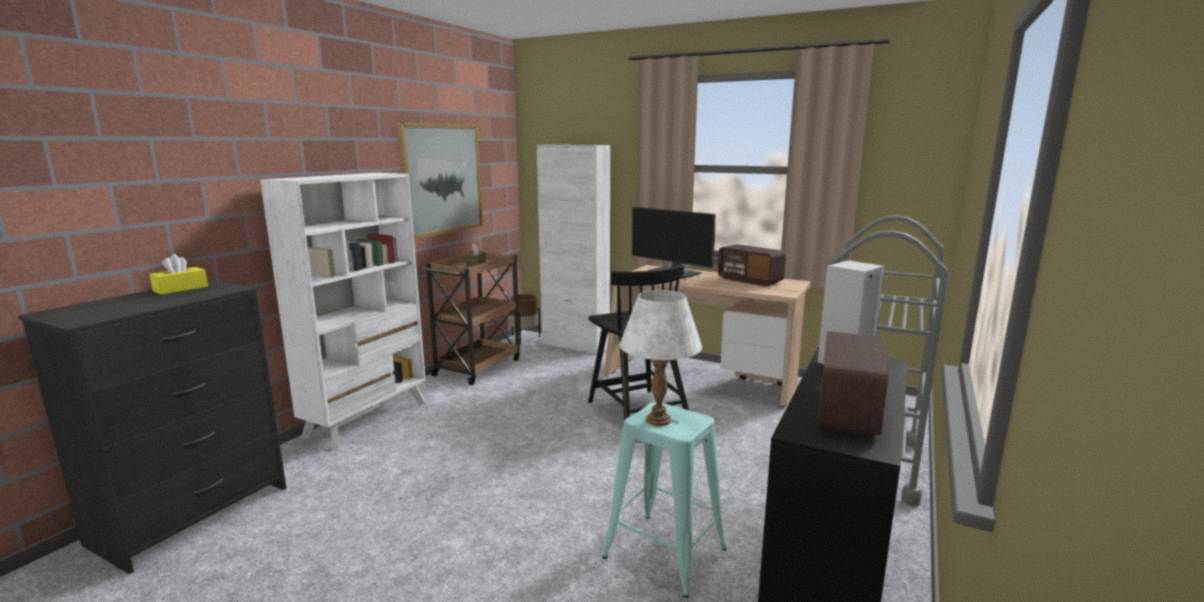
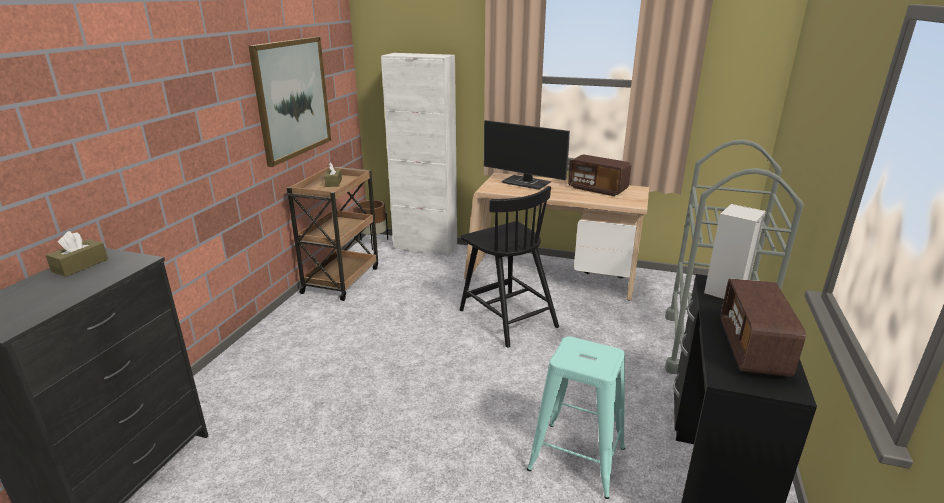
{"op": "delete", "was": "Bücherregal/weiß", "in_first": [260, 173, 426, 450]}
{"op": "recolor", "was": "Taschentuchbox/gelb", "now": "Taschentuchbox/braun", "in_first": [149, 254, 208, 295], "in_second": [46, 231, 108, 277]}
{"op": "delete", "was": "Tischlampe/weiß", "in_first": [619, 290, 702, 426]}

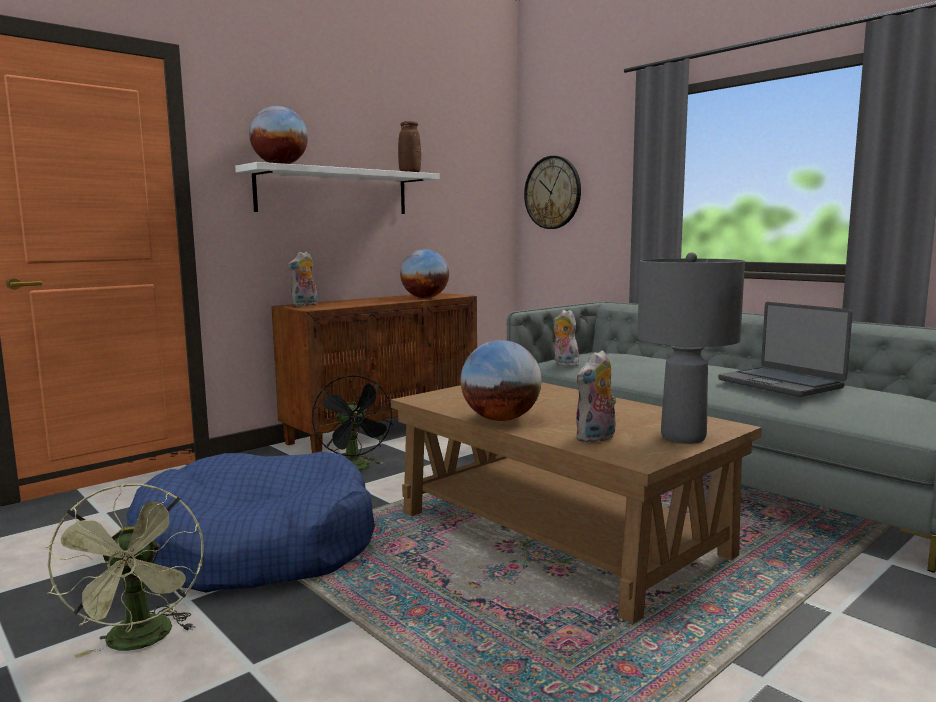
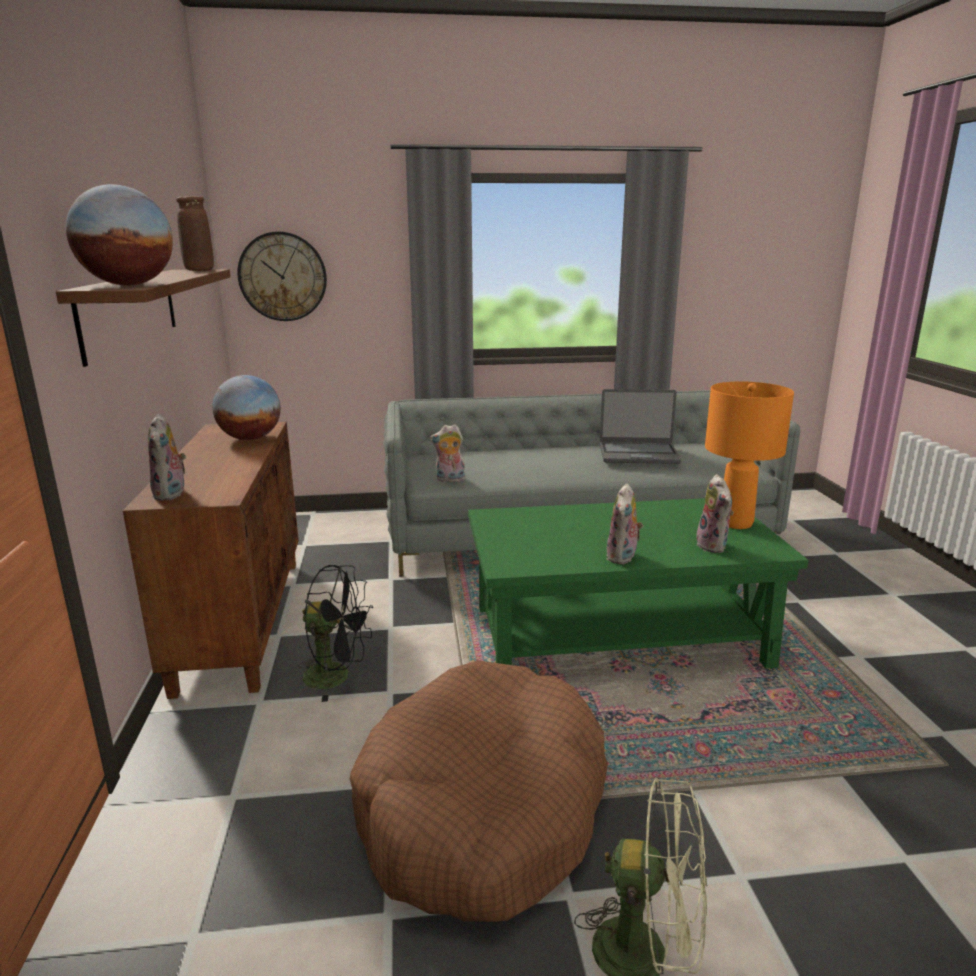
{"op": "recolor", "was": "Wandregal/weiß", "now": "Wandregal/braun", "in_first": [235, 162, 439, 214], "in_second": [56, 269, 231, 367]}
{"op": "recolor", "was": "Tischlampe/grau", "now": "Tischlampe/orange", "in_first": [637, 252, 745, 444], "in_second": [705, 381, 794, 529]}
{"op": "replace", "was": "Globus", "now": "Plüschtier", "in_first": [461, 340, 542, 421], "in_second": [606, 483, 643, 564]}
{"op": "recolor", "was": "Couchtisch/braun", "now": "Couchtisch/grün", "in_first": [391, 382, 762, 624], "in_second": [468, 498, 809, 669]}
{"op": "recolor", "was": "Hundebett/blau", "now": "Hundebett/braun", "in_first": [127, 451, 375, 593], "in_second": [350, 660, 608, 922]}

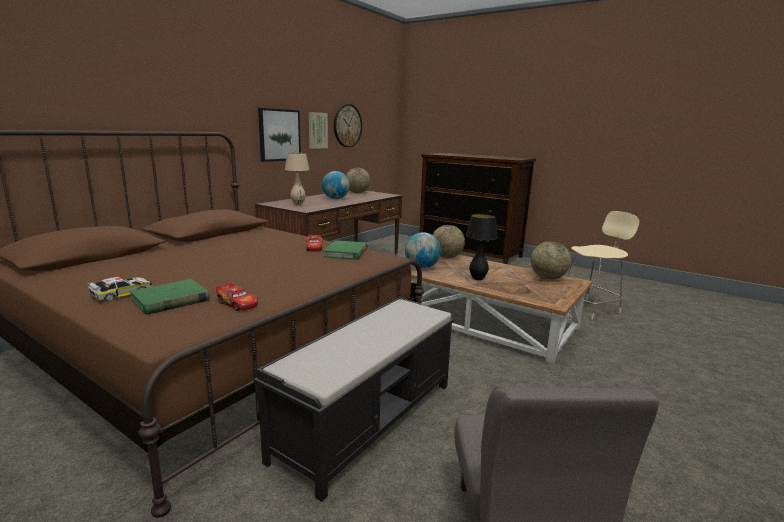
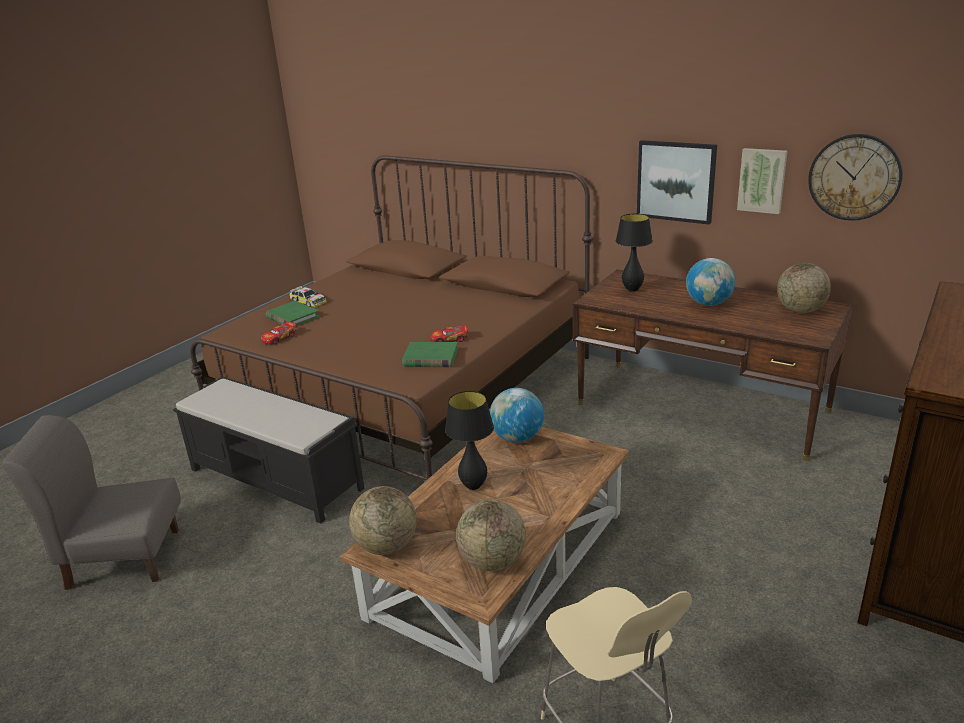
{"op": "recolor", "was": "Tischlampe/beige", "now": "Tischlampe/schwarz", "in_first": [285, 153, 309, 205], "in_second": [616, 214, 653, 292]}
{"op": "move", "was": "Globus", "in_first": [433, 225, 465, 258], "in_second": [349, 486, 417, 555]}

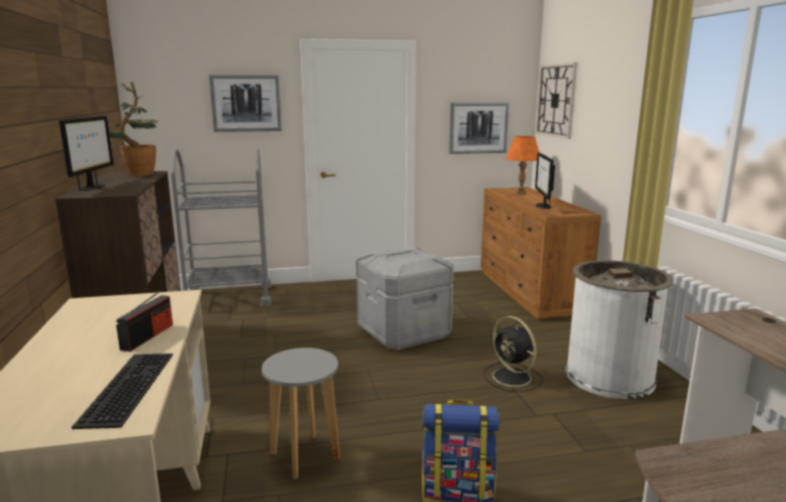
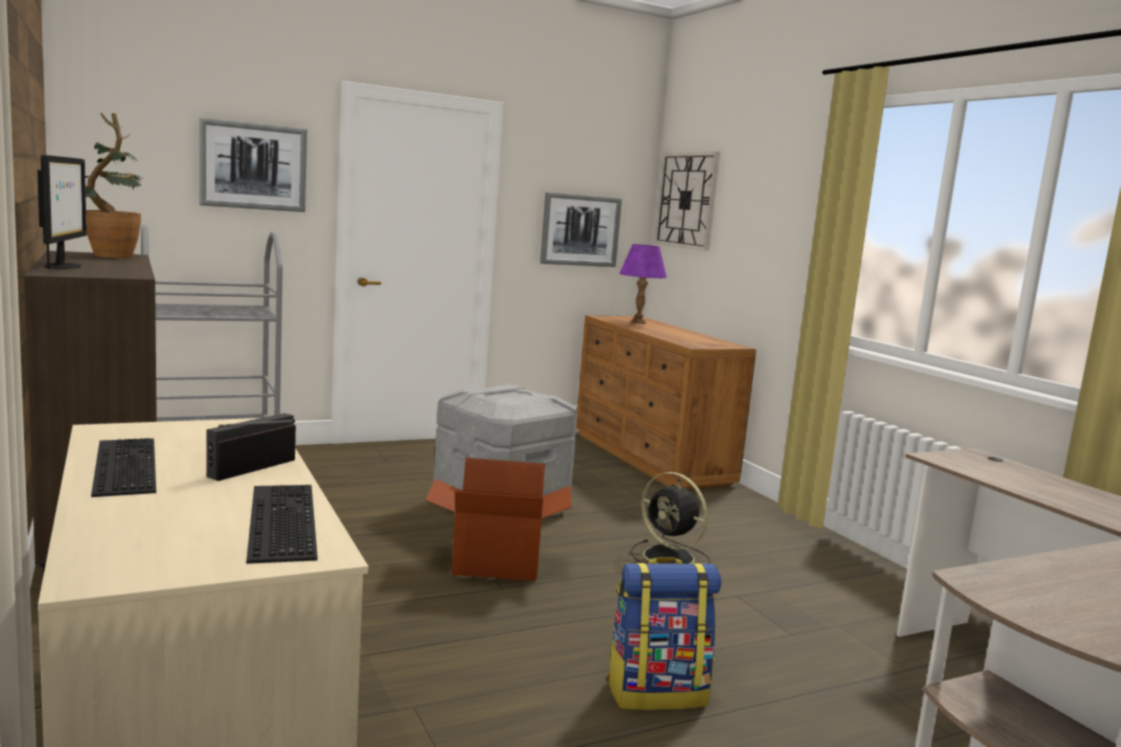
{"op": "recolor", "was": "Tischlampe/orange", "now": "Tischlampe/lila", "in_first": [506, 136, 539, 194], "in_second": [619, 244, 667, 324]}
{"op": "delete", "was": "Monitor", "in_first": [535, 152, 555, 209]}
{"op": "delete", "was": "Mülleimer/weiß", "in_first": [566, 260, 673, 399]}
{"op": "rotate", "was": "Radio", "in_first": [116, 291, 173, 352], "in_second": [206, 413, 296, 481], "clockwise": -150}
{"op": "delete", "was": "Hocker/grau", "in_first": [262, 348, 340, 480]}
{"op": "insert", "now": "Tastatur", "in_second": [91, 438, 156, 497]}
{"op": "insert", "now": "Karton", "in_second": [426, 458, 571, 581]}

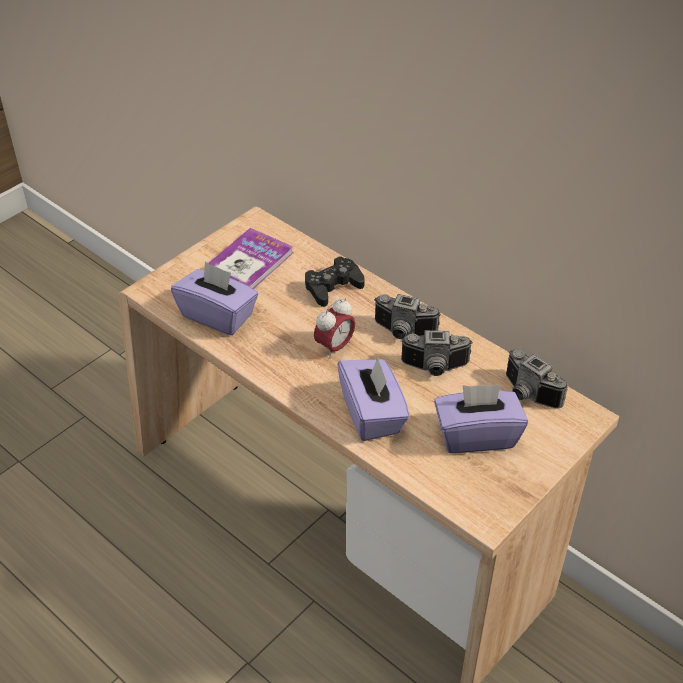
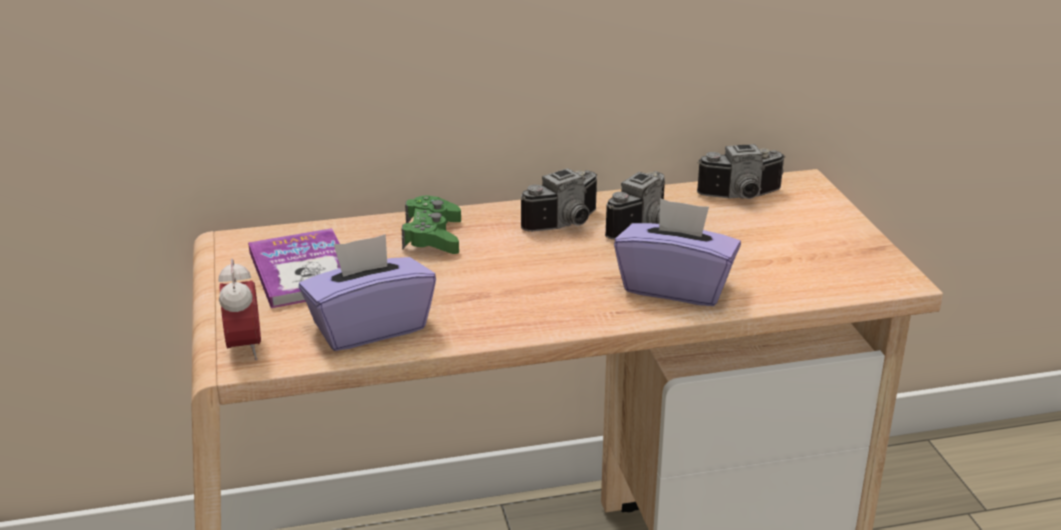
{"op": "recolor", "was": "Gamepad/schwarz", "now": "Gamepad/grün", "in_first": [305, 257, 365, 307], "in_second": [402, 196, 461, 254]}
{"op": "move", "was": "Wecker", "in_first": [314, 299, 355, 359], "in_second": [218, 259, 261, 360]}
{"op": "delete", "was": "Taschentuchbox/lila", "in_first": [434, 384, 528, 453]}

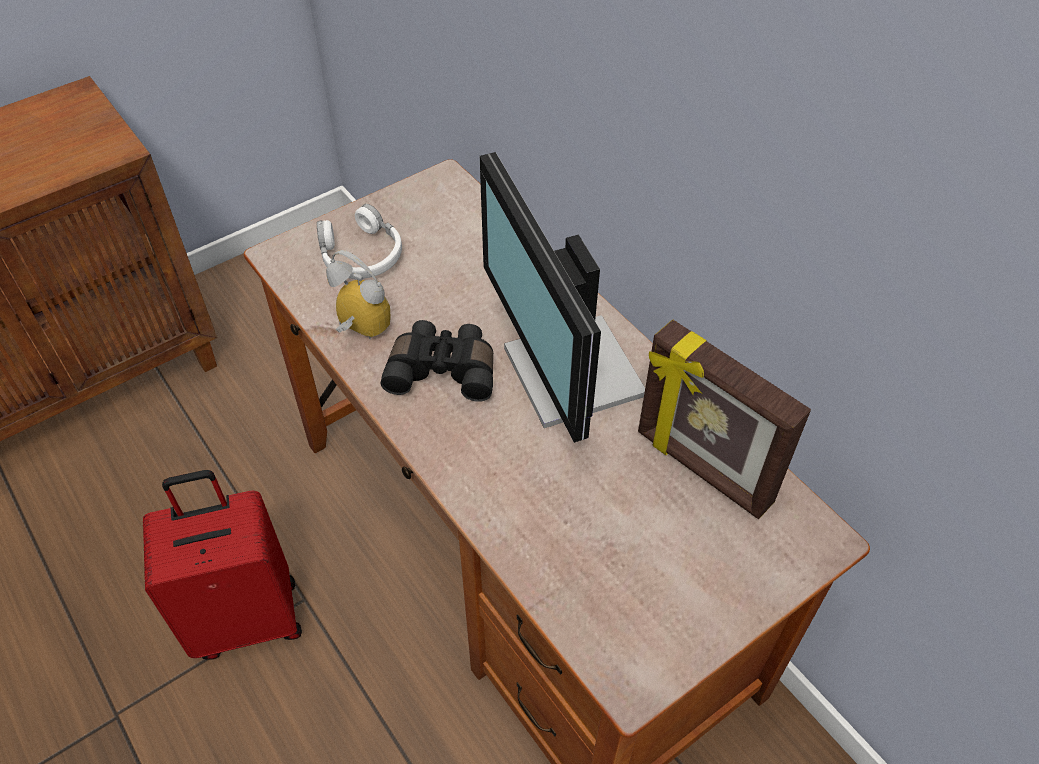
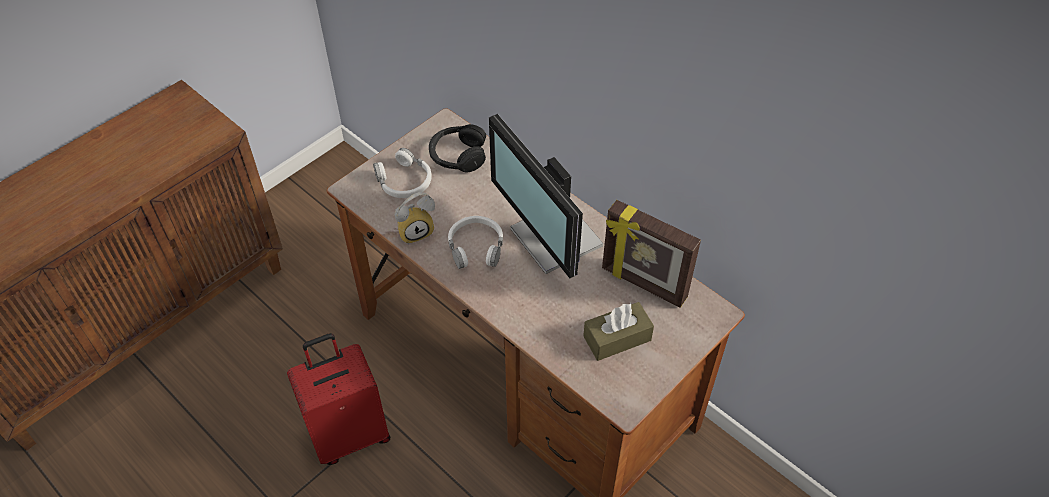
{"op": "rotate", "was": "Wecker", "in_first": [326, 250, 390, 340], "in_second": [395, 192, 435, 244], "clockwise": 135}
{"op": "replace", "was": "Fernglas/schwarz", "now": "Kopfhörer/weiß", "in_first": [381, 320, 493, 402], "in_second": [448, 216, 503, 269]}
{"op": "insert", "now": "Kopfhörer/schwarz", "in_second": [429, 124, 486, 172]}
{"op": "insert", "now": "Taschentuchbox/braun", "in_second": [583, 302, 654, 361]}

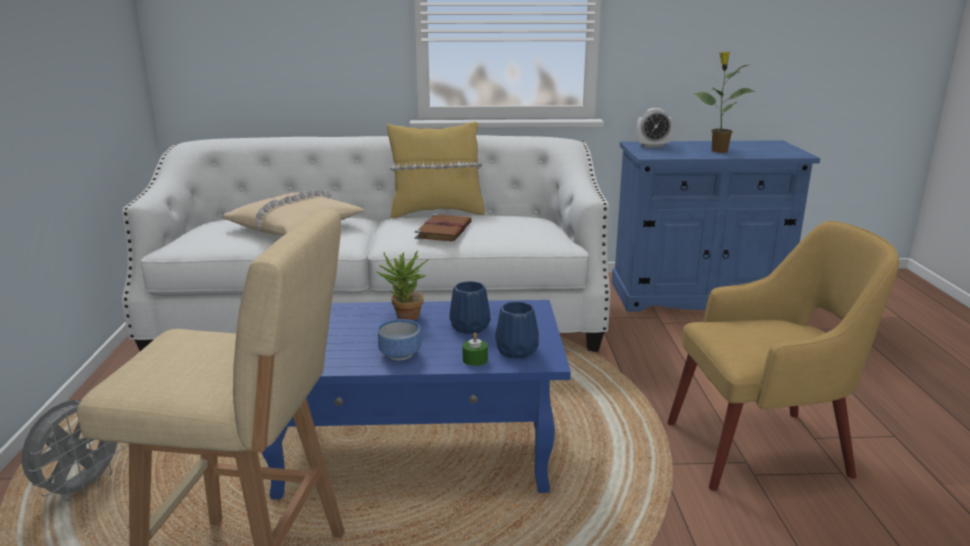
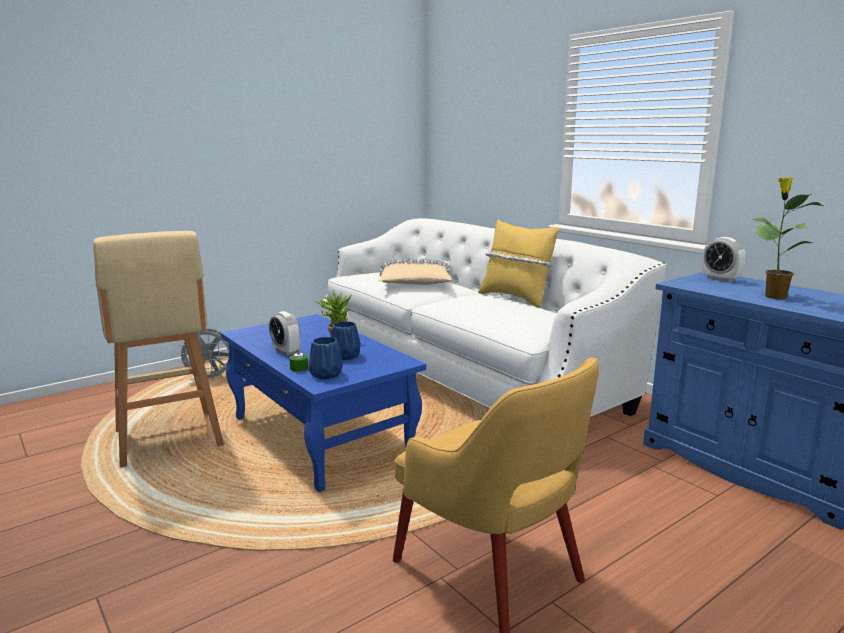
{"op": "delete", "was": "Buch/braun", "in_first": [415, 214, 472, 242]}
{"op": "replace", "was": "Schüssel", "now": "Wecker", "in_first": [378, 319, 421, 360], "in_second": [269, 311, 300, 356]}

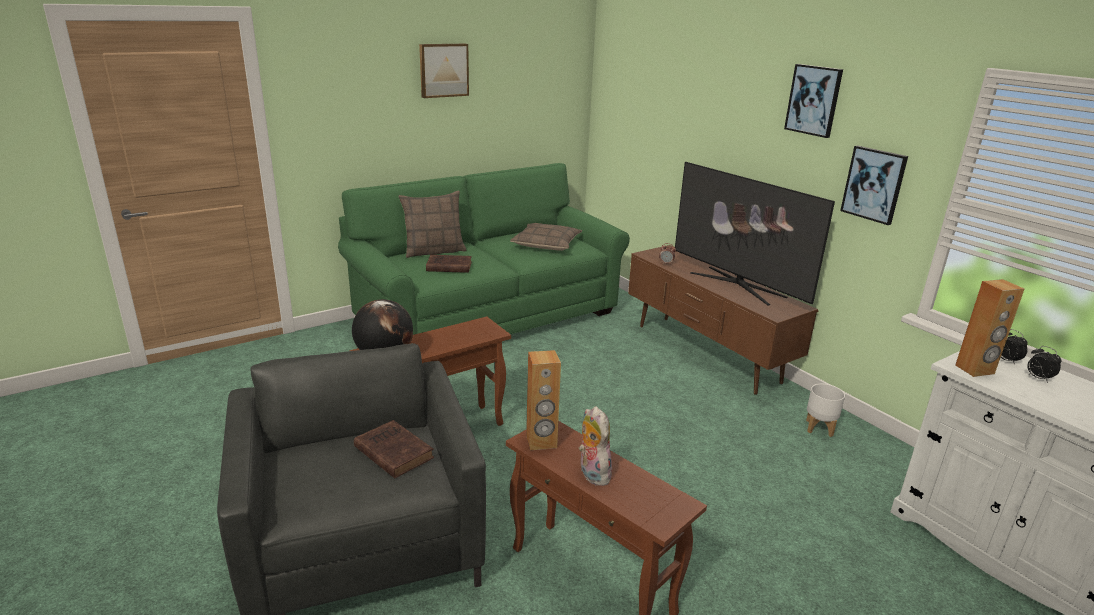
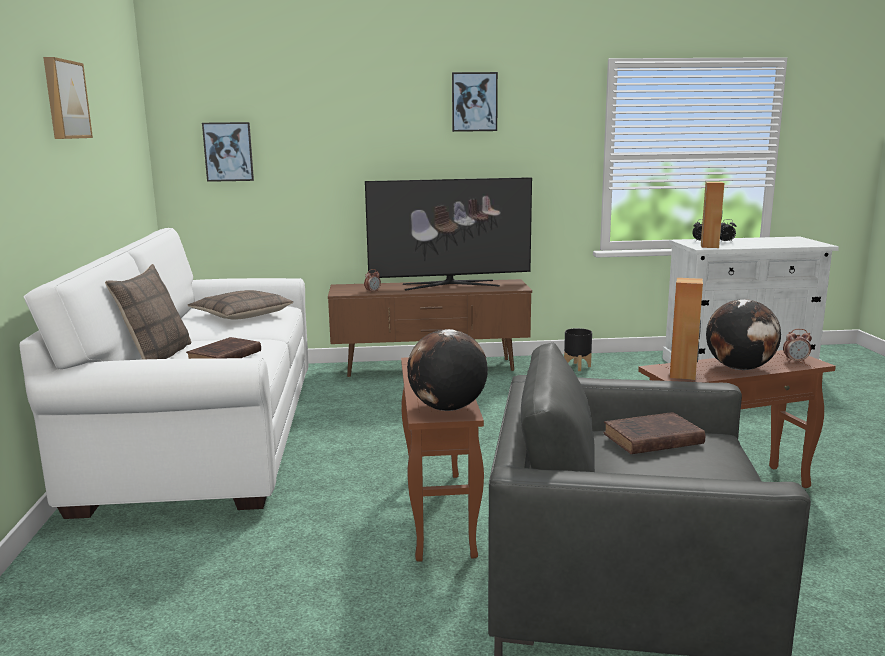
{"op": "move", "was": "Bild", "in_first": [840, 145, 908, 225], "in_second": [202, 122, 254, 182]}
{"op": "recolor", "was": "Sofa/grün", "now": "Sofa/weiß", "in_first": [338, 163, 630, 335], "in_second": [19, 228, 309, 519]}
{"op": "recolor", "was": "Pflanzkübel/weiß", "now": "Pflanzkübel/schwarz", "in_first": [806, 384, 845, 437], "in_second": [564, 328, 592, 371]}
{"op": "replace", "was": "Plüschtier", "now": "Globus", "in_first": [579, 406, 612, 486], "in_second": [706, 299, 781, 370]}
{"op": "insert", "now": "Wecker", "in_second": [783, 329, 812, 363]}

